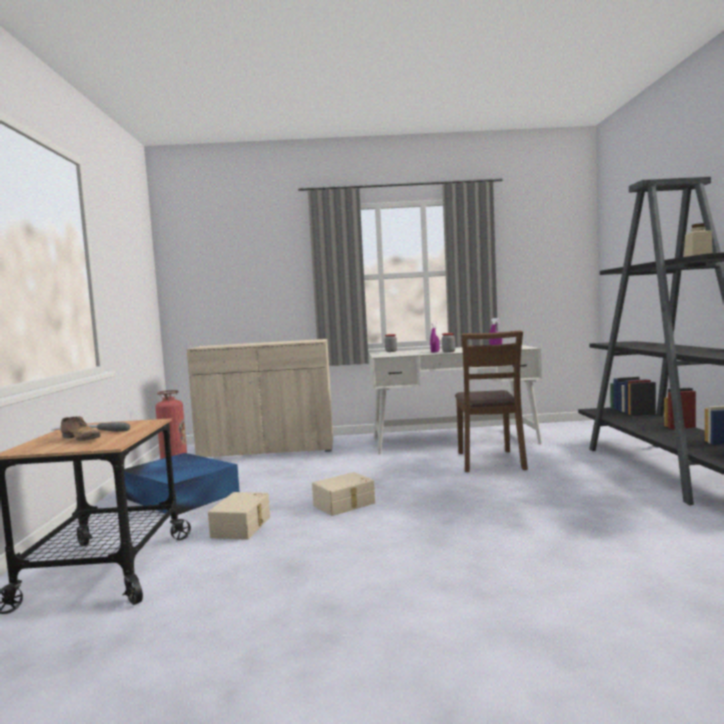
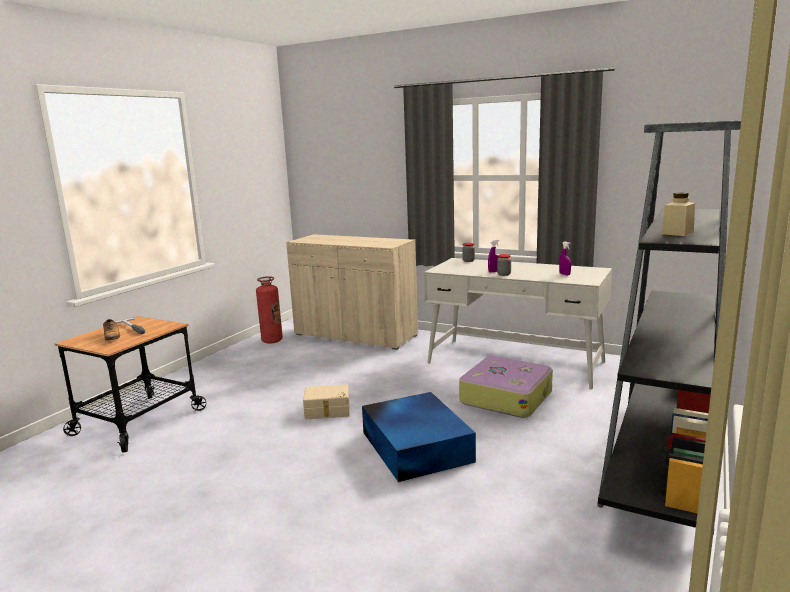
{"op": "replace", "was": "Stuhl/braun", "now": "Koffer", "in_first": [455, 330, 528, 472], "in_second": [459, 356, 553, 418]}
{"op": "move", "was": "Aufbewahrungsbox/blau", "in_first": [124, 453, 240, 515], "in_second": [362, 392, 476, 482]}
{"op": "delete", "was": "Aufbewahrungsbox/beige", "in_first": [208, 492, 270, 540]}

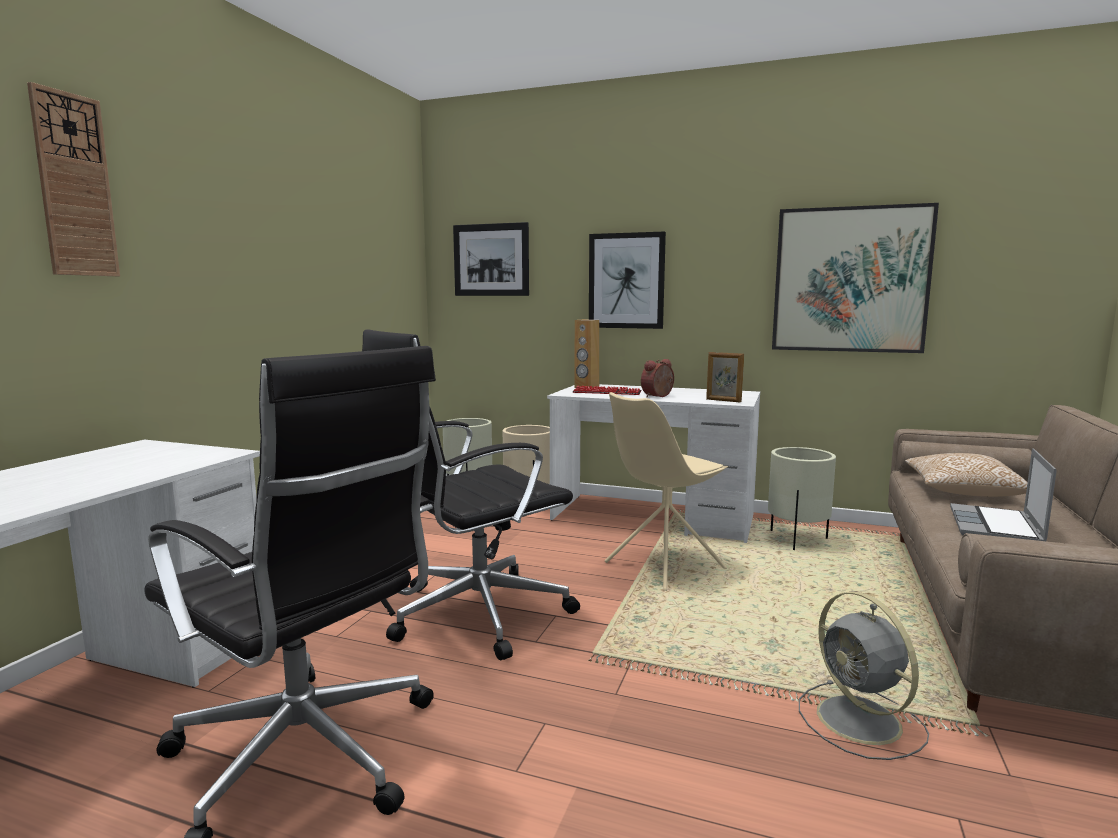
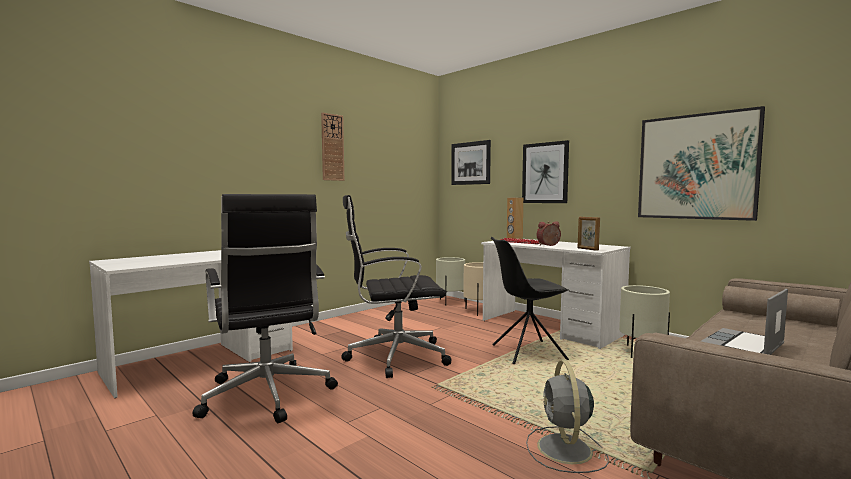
{"op": "move", "was": "Wanduhr", "in_first": [27, 82, 120, 276], "in_second": [321, 112, 344, 181]}
{"op": "recolor", "was": "Stuhl/beige", "now": "Stuhl/schwarz", "in_first": [605, 392, 728, 591], "in_second": [491, 237, 569, 364]}
{"op": "delete", "was": "Kissen", "in_first": [905, 453, 1028, 497]}

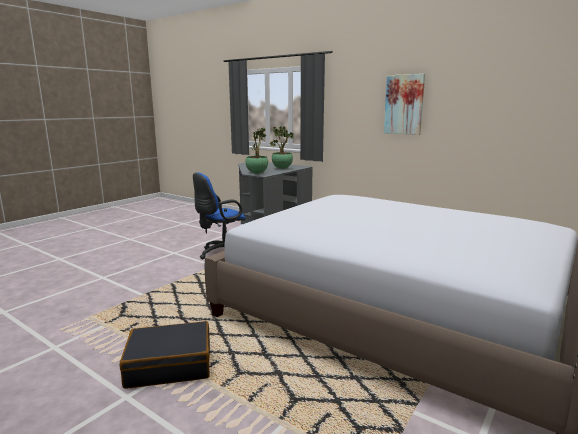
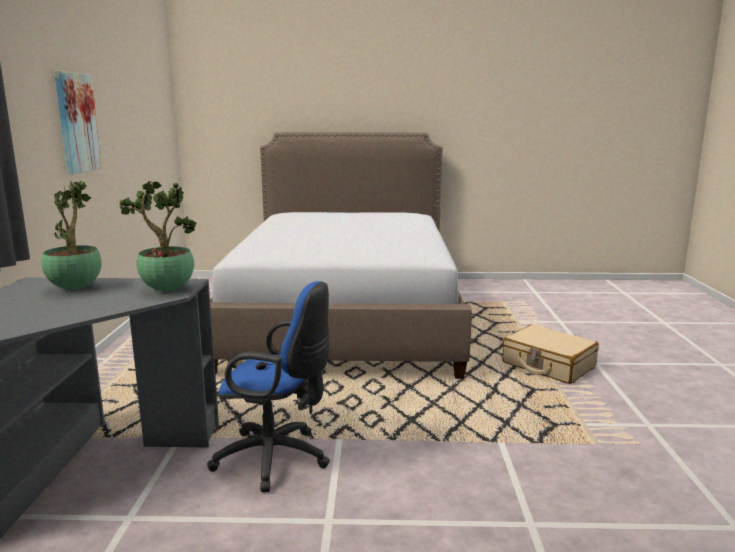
{"op": "recolor", "was": "Koffer/schwarz", "now": "Koffer/beige", "in_first": [119, 321, 210, 389], "in_second": [502, 324, 599, 384]}

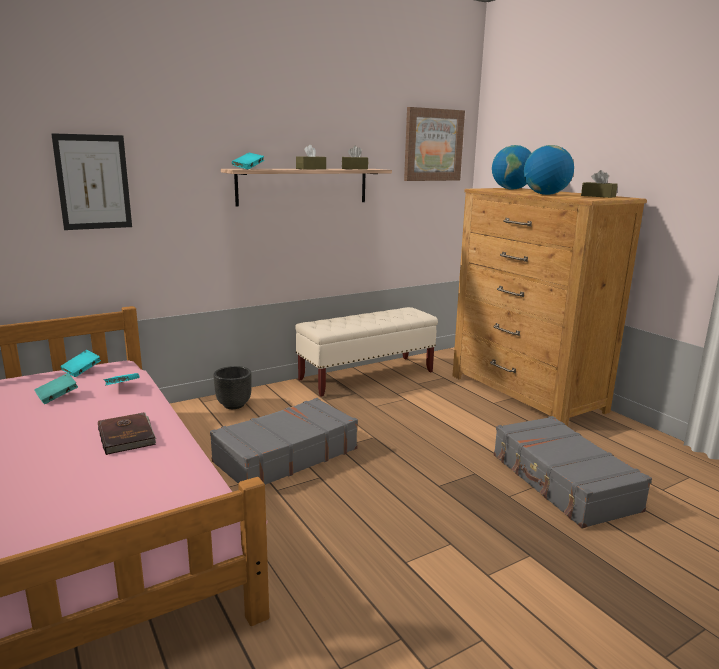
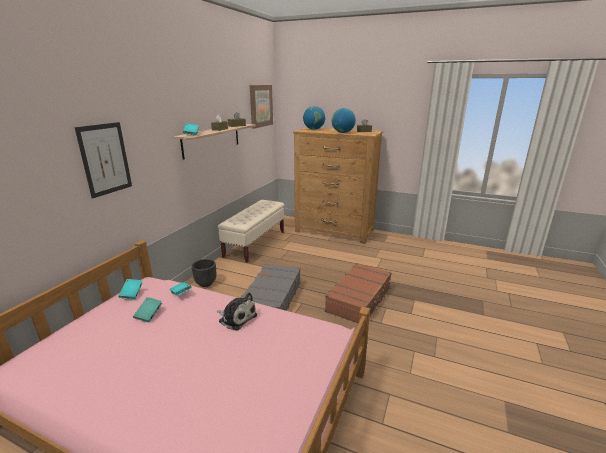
{"op": "replace", "was": "Buch/braun", "now": "Plüschtier", "in_first": [98, 412, 156, 455], "in_second": [217, 292, 257, 331]}
{"op": "delete", "was": "Koffer/grau", "in_first": [494, 416, 652, 528]}
{"op": "insert", "now": "Koffer/braun", "in_second": [325, 263, 391, 323]}

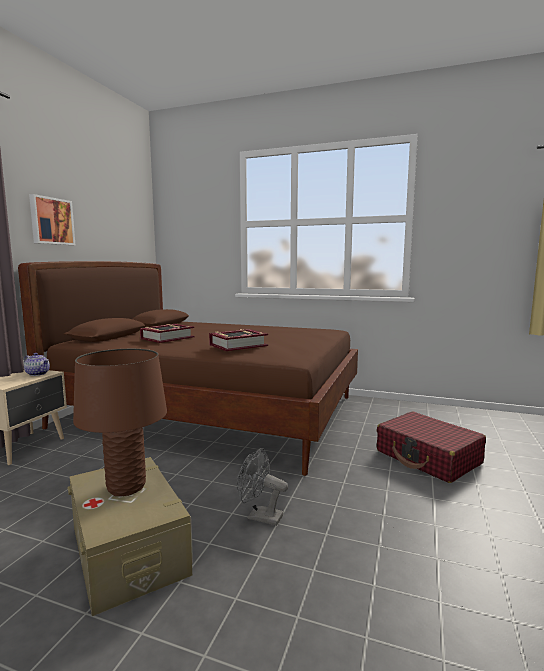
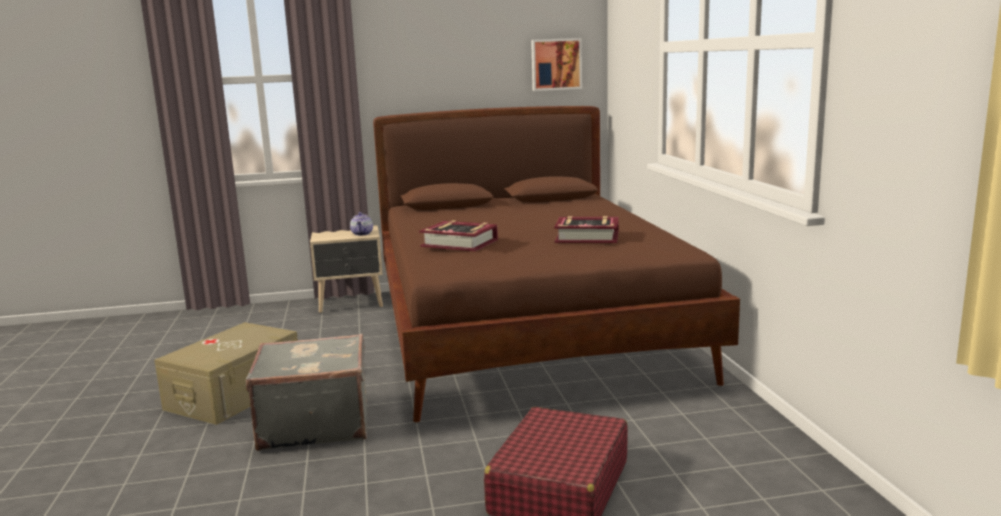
{"op": "move", "was": "Bild", "in_first": [29, 194, 75, 245], "in_second": [531, 38, 582, 91]}
{"op": "move", "was": "Buch", "in_first": [140, 324, 195, 343], "in_second": [554, 216, 619, 243]}
{"op": "delete", "was": "Tischlampe/braun", "in_first": [73, 349, 167, 496]}
{"op": "replace", "was": "Ventilator/grau", "now": "Koffer/grau", "in_first": [237, 448, 288, 526], "in_second": [246, 334, 367, 451]}

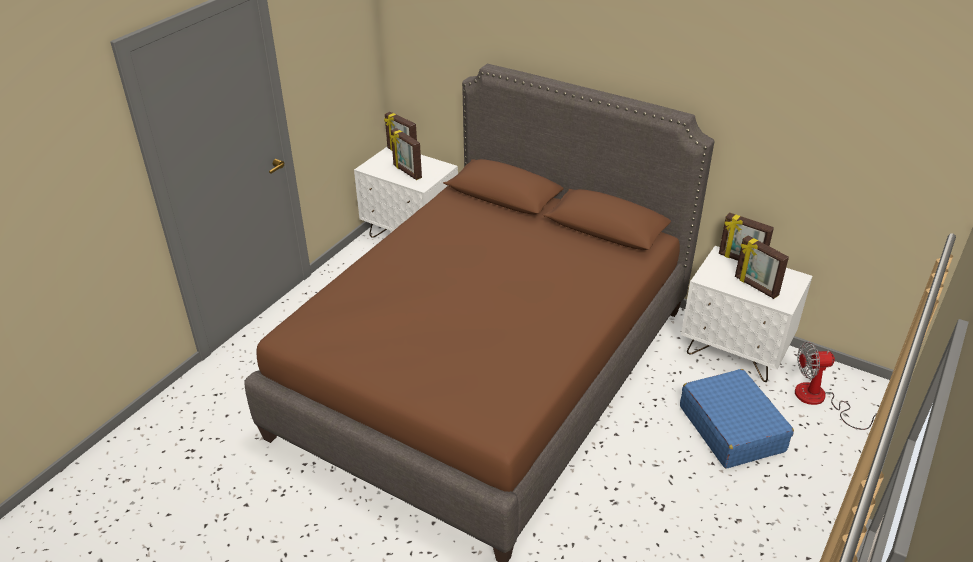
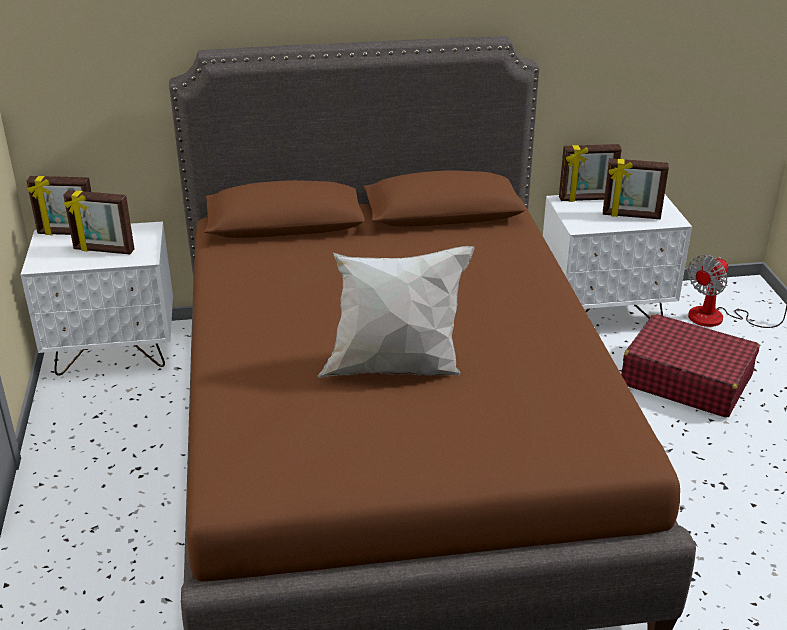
{"op": "recolor", "was": "Koffer/blau", "now": "Koffer/rot", "in_first": [680, 369, 794, 469], "in_second": [621, 314, 759, 418]}
{"op": "insert", "now": "Kissen/weiß", "in_second": [318, 246, 475, 378]}

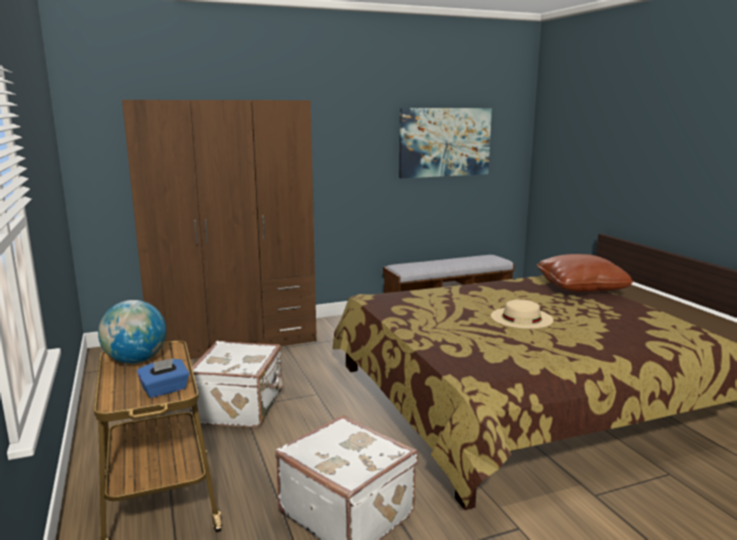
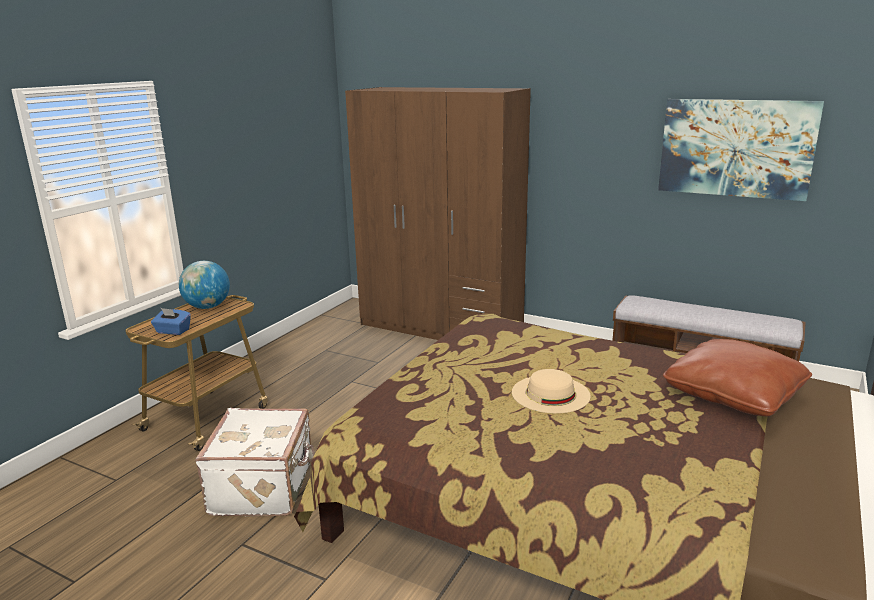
{"op": "delete", "was": "Koffer/weiß", "in_first": [190, 341, 284, 428]}

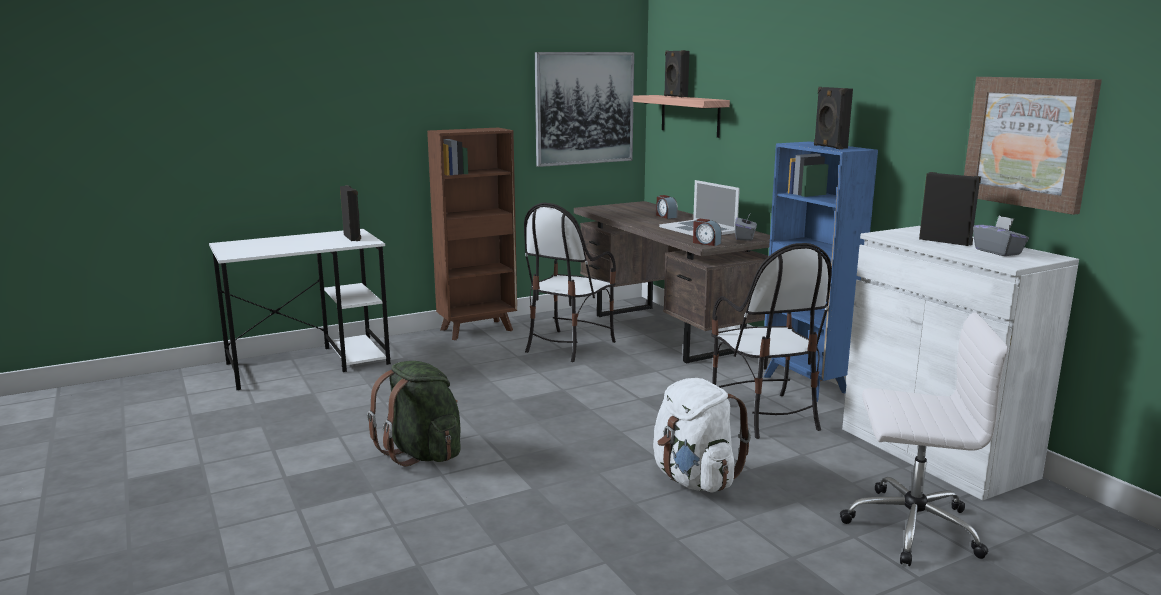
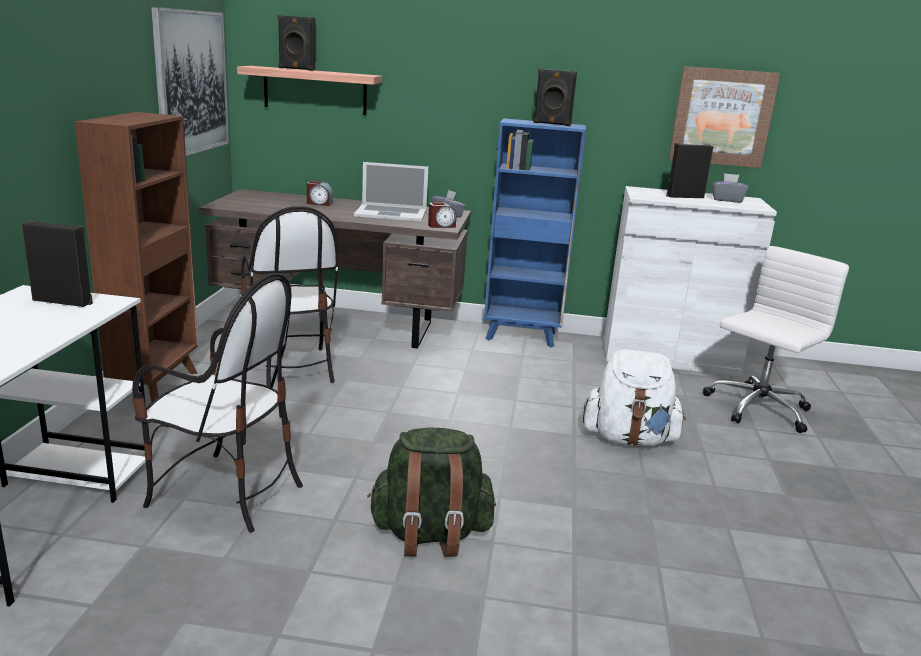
{"op": "move", "was": "Stuhl", "in_first": [711, 243, 832, 439], "in_second": [132, 273, 303, 533]}

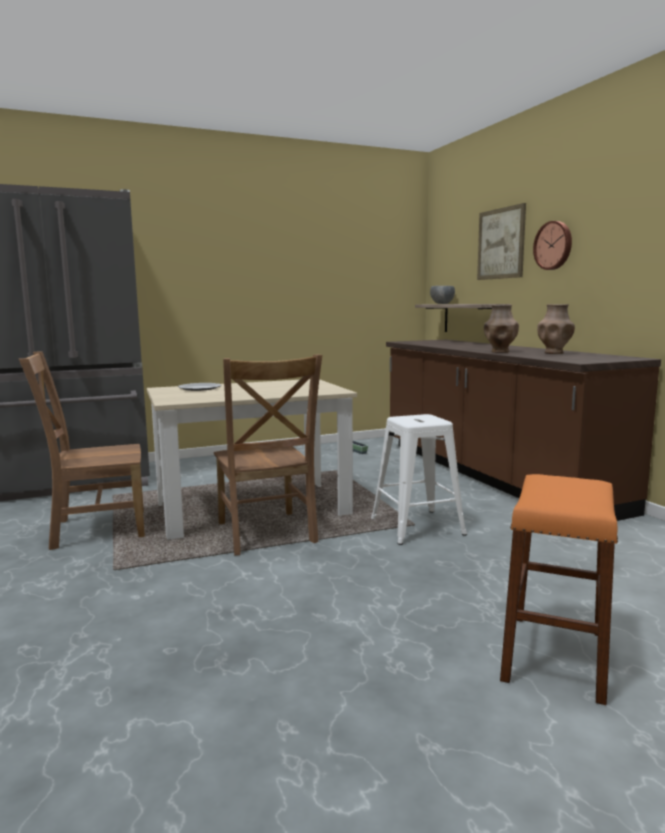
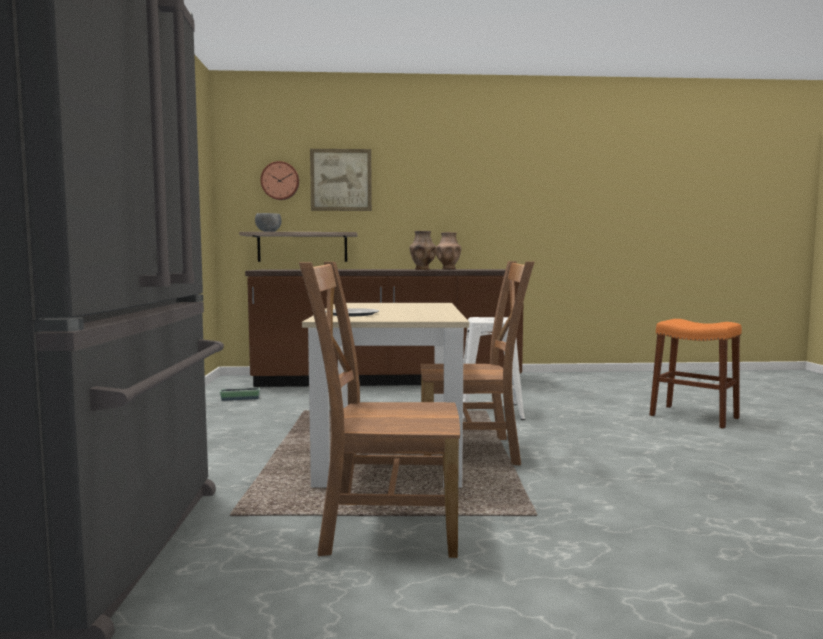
{"op": "move", "was": "Wanduhr", "in_first": [533, 221, 572, 270], "in_second": [261, 161, 299, 200]}
{"op": "rotate", "was": "Stuhl/braun", "in_first": [19, 352, 145, 550], "in_second": [299, 262, 460, 558], "clockwise": 90}

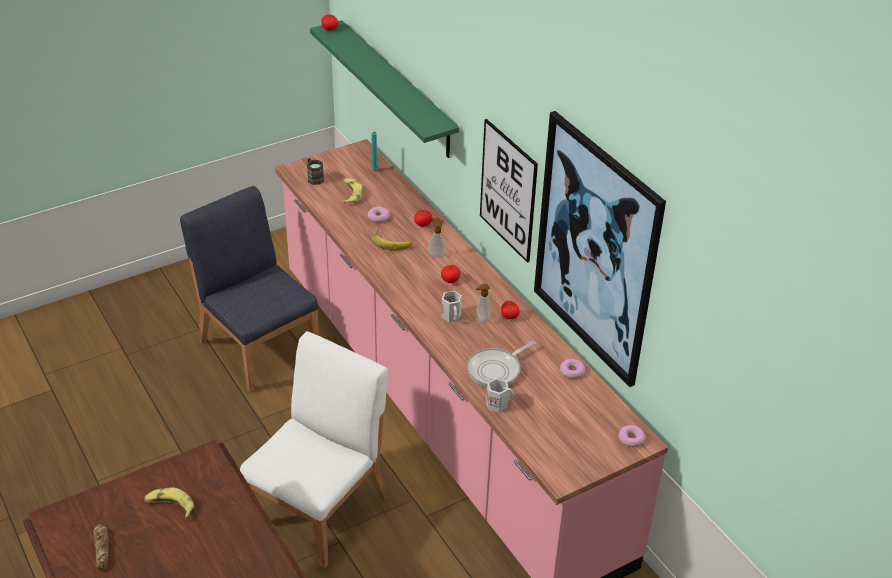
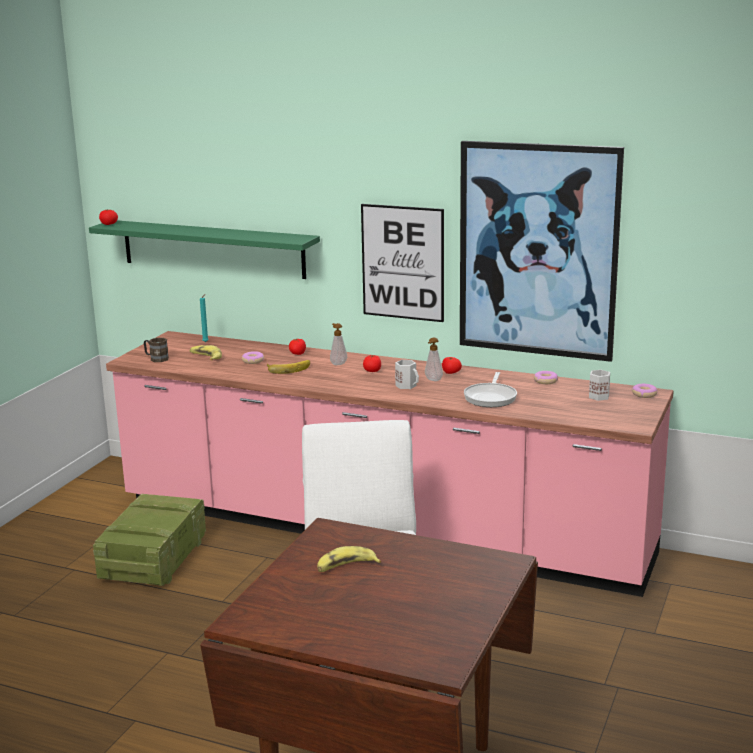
{"op": "replace", "was": "Stuhl/blau", "now": "Kiste", "in_first": [180, 186, 319, 392], "in_second": [93, 494, 206, 586]}
{"op": "move", "was": "Henkelbecher/weiß", "in_first": [486, 378, 514, 413], "in_second": [589, 370, 610, 401]}
{"op": "delete", "was": "Brot", "in_first": [93, 524, 109, 570]}

